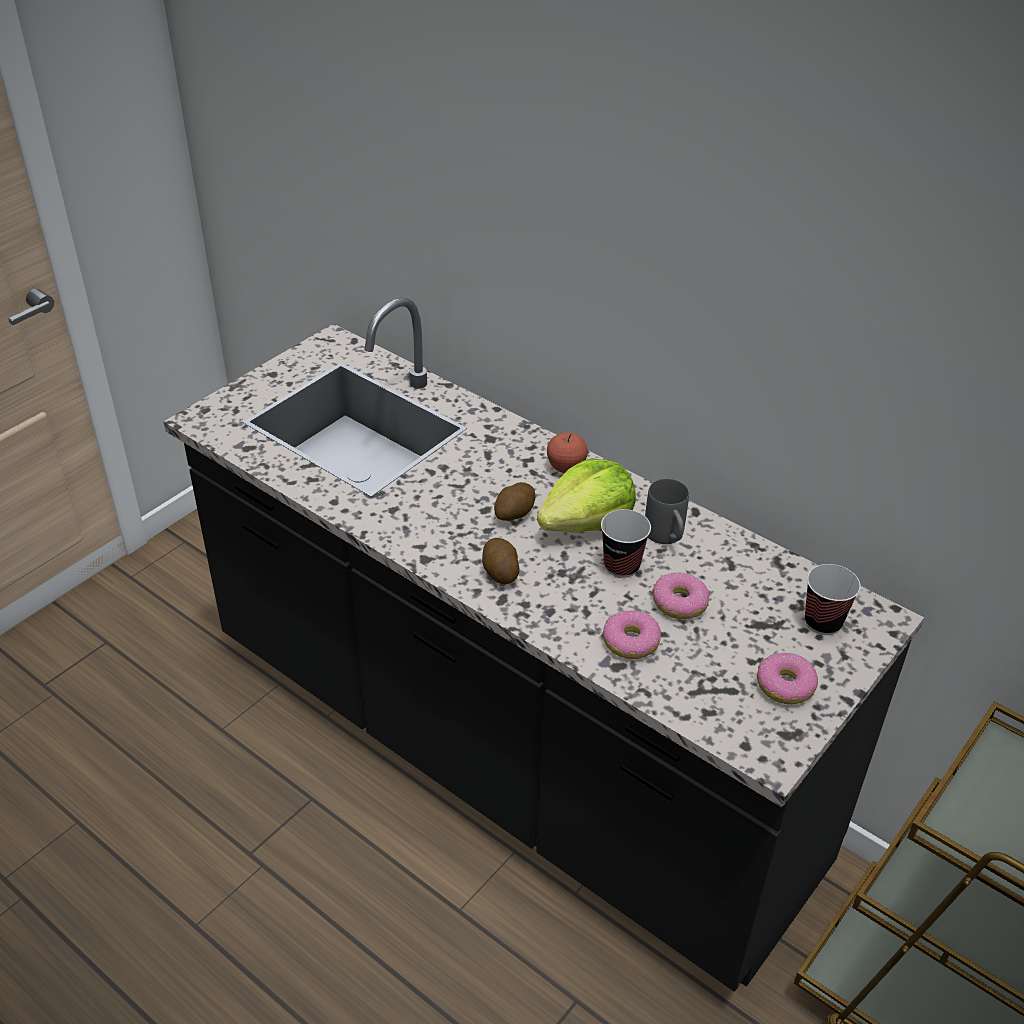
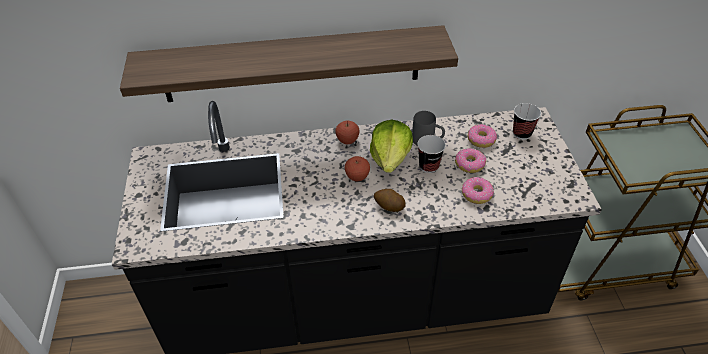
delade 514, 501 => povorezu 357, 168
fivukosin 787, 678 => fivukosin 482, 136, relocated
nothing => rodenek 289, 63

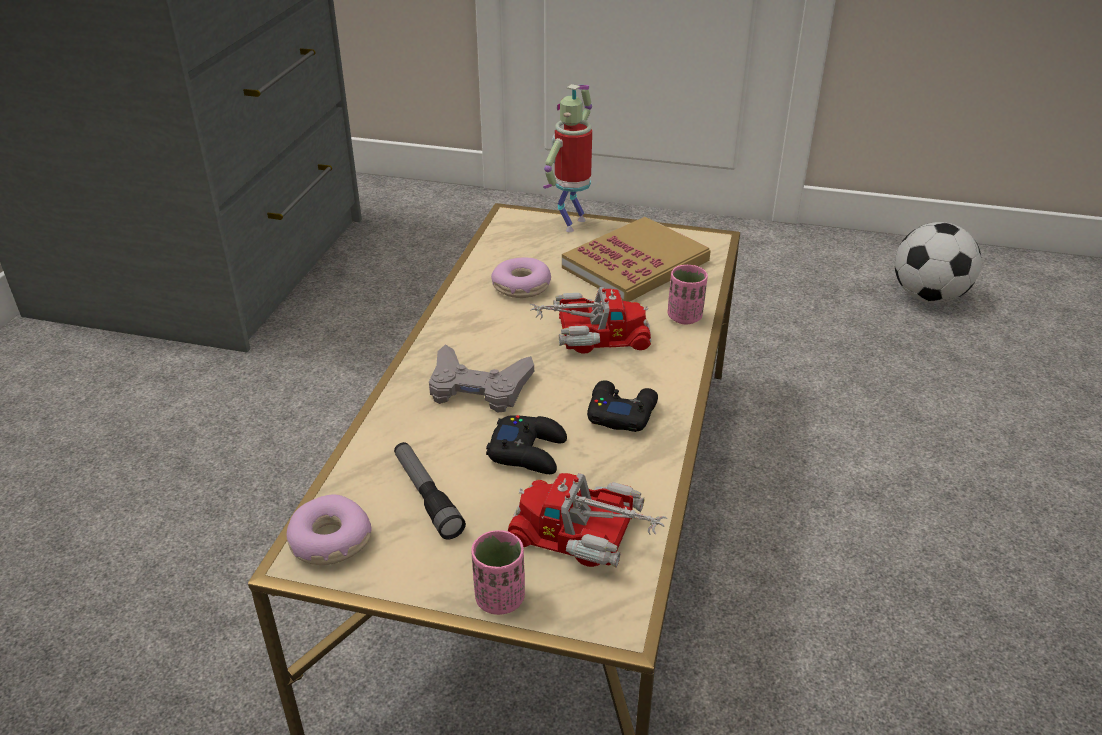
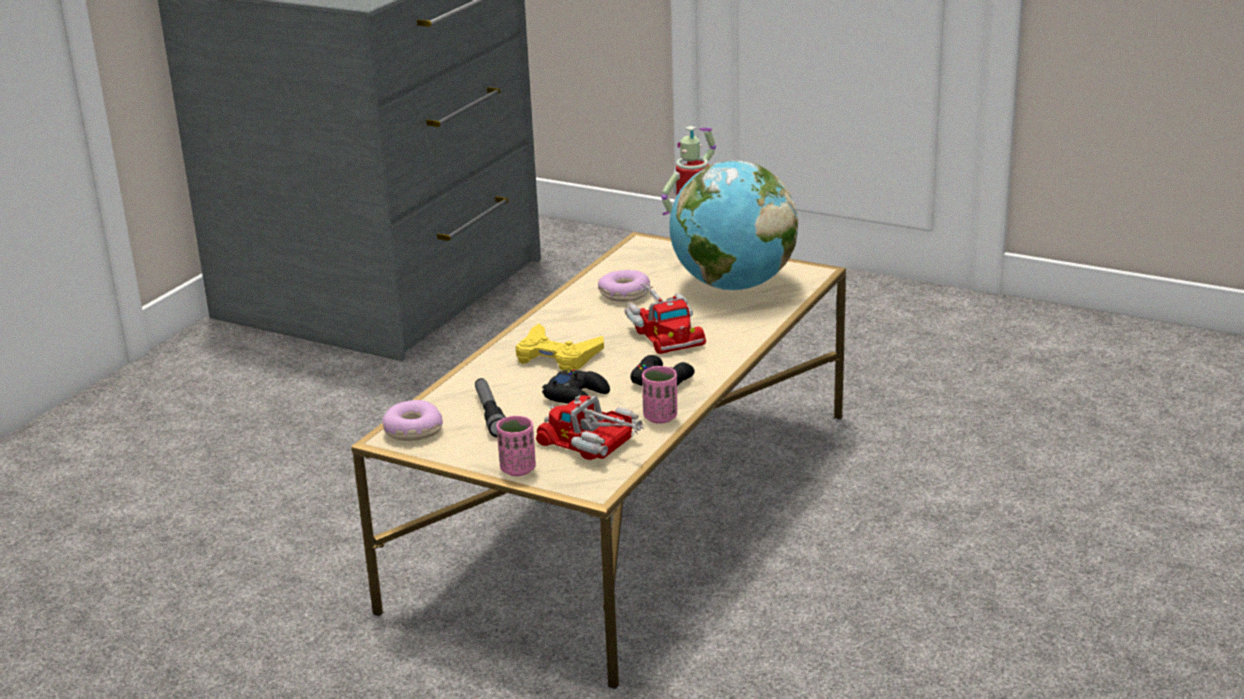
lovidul 636, 259 => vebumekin 733, 225
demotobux 938, 262 => nothing
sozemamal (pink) 688, 294 => sozemamal (pink) 659, 395, relocated
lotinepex 590, 320 => lotinepex 665, 318, 60 degrees clockwise
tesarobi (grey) 481, 378 => tesarobi (yellow) 560, 347

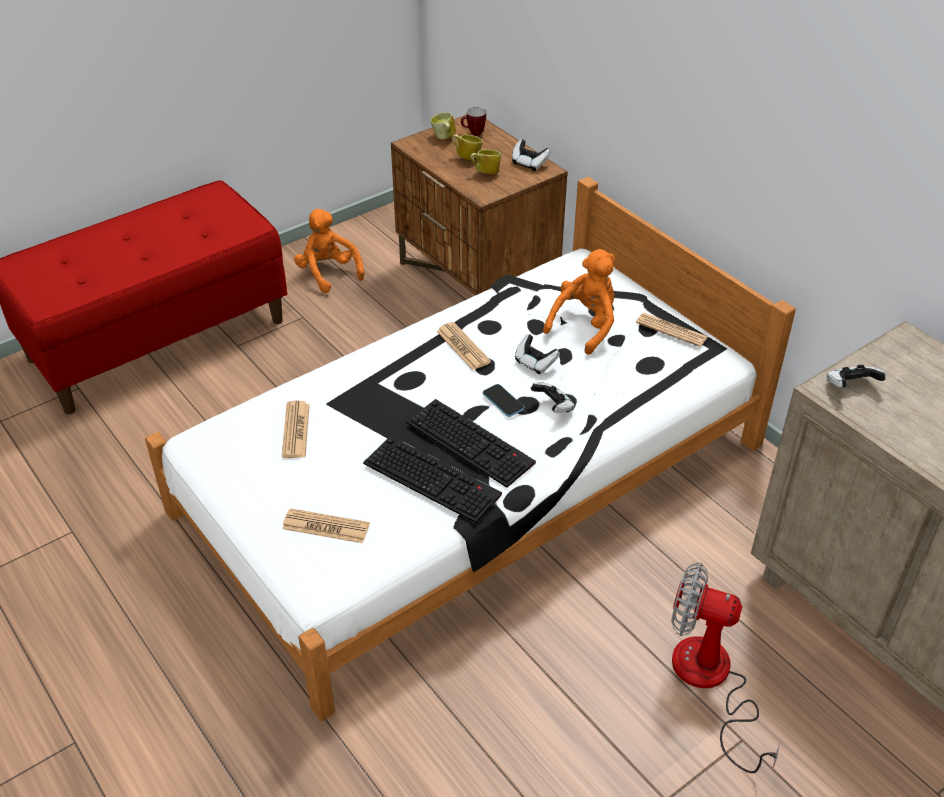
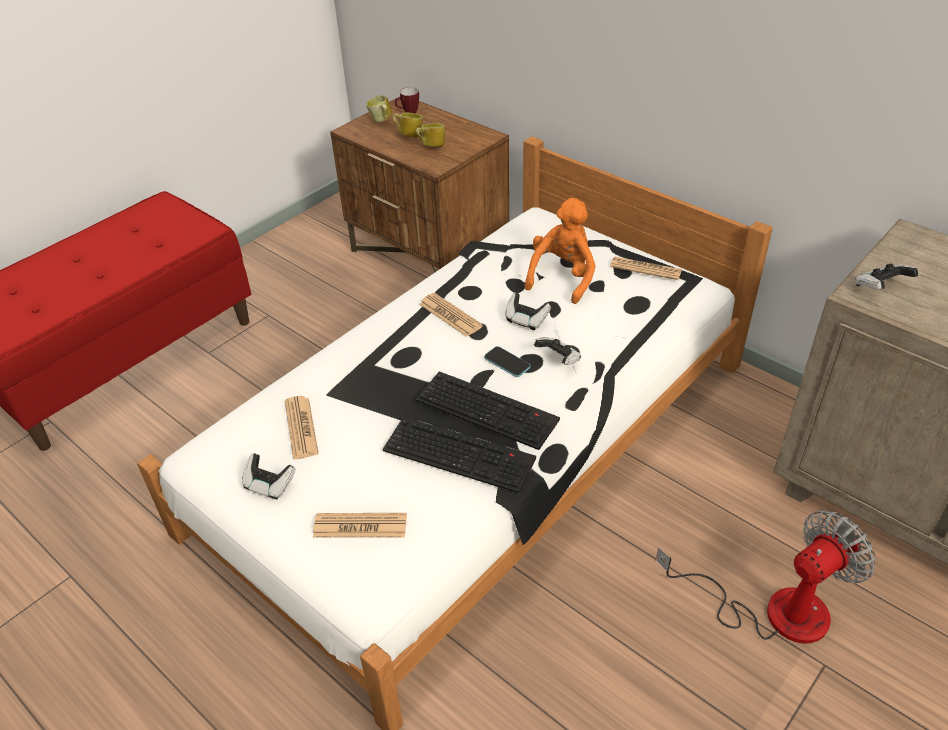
tesarobi 531, 155 => tesarobi 269, 476, relocated
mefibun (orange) 329, 251 => nothing
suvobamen 726, 667 => suvobamen 765, 577, 135 degrees clockwise

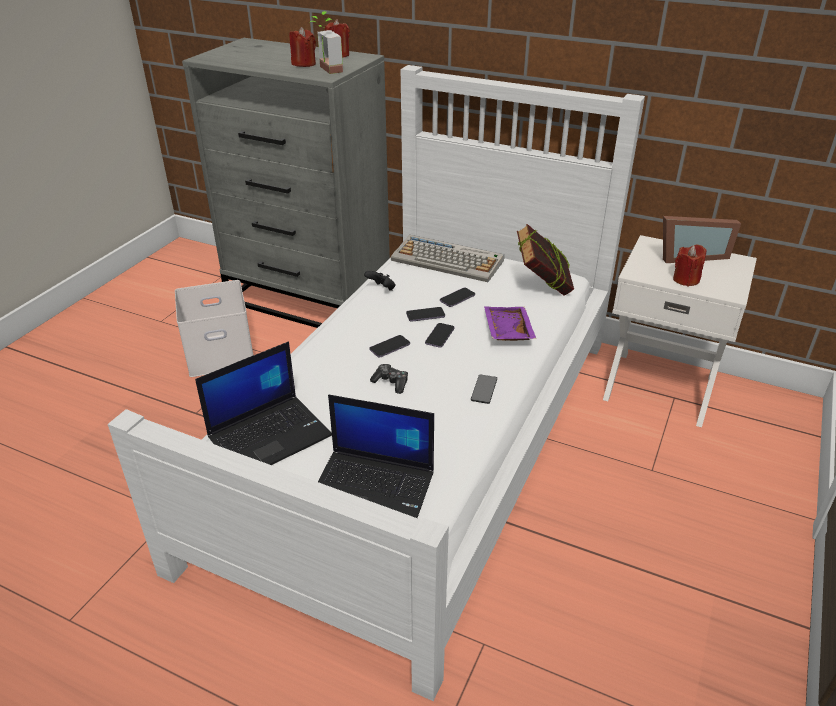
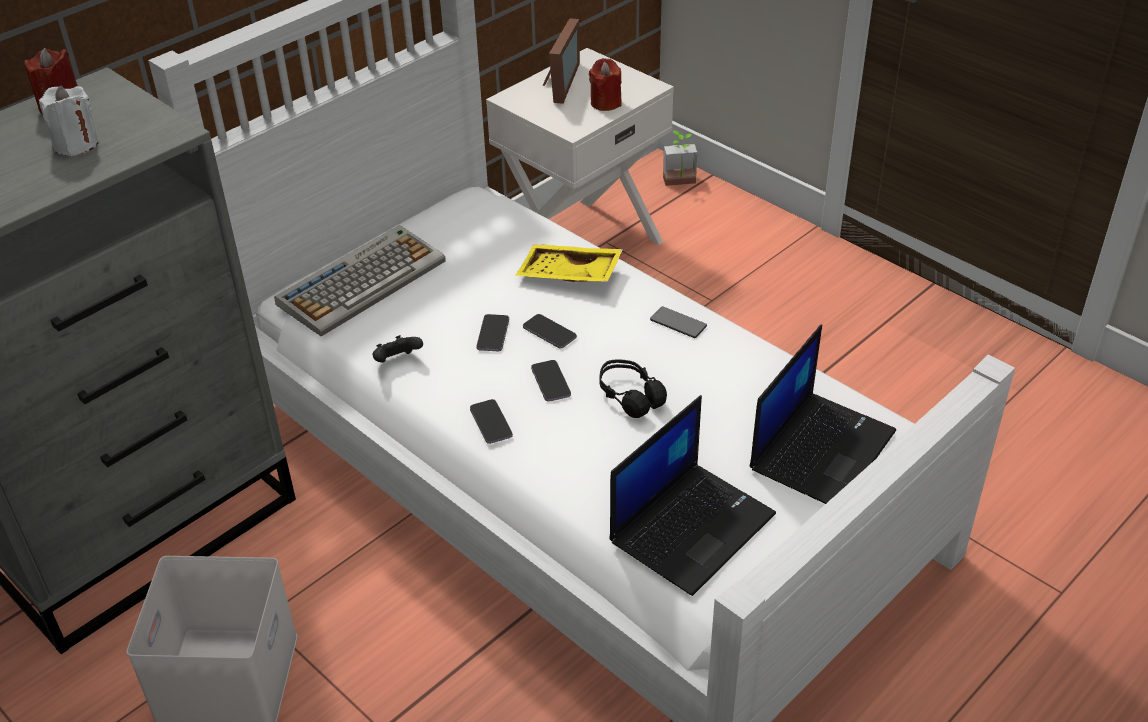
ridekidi 326, 42 => ridekidi 680, 158, relocated
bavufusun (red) 303, 47 => bavufusun (white) 69, 120
lovidul 545, 260 => nothing
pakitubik 457, 297 => pakitubik 491, 421, relocated
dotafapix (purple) 510, 323 => dotafapix (yellow) 569, 263
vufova 263, 403 => vufova 693, 495, 60 degrees clockwise
tesarobi 389, 379 => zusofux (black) 633, 388

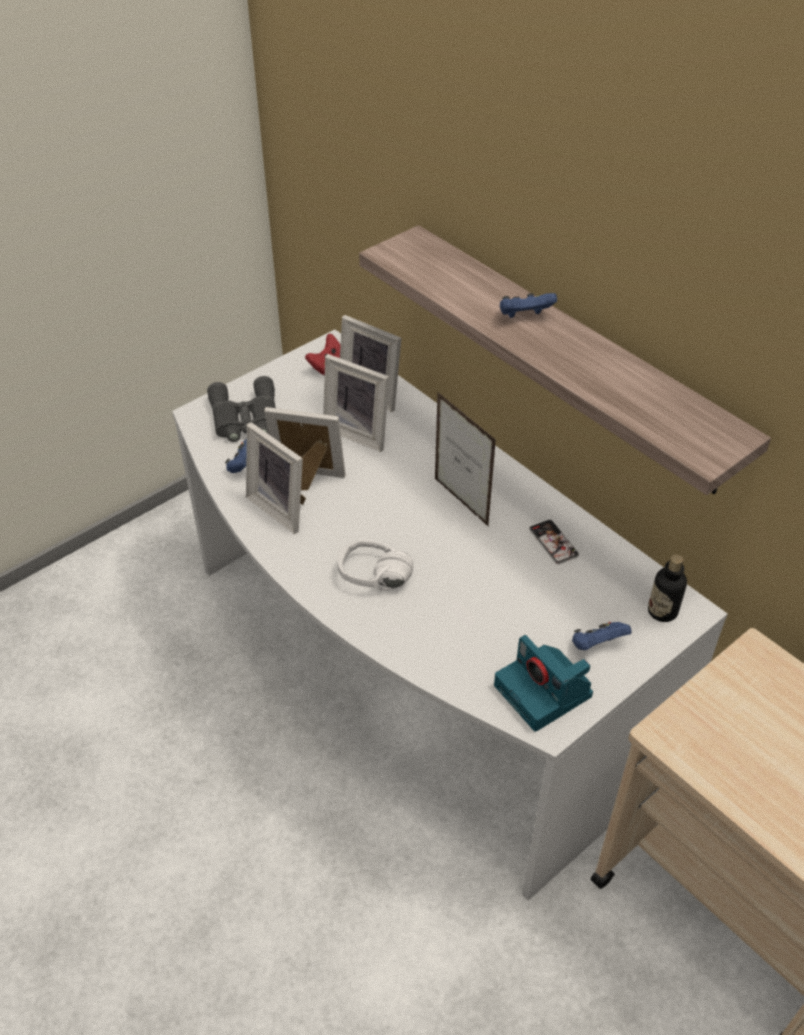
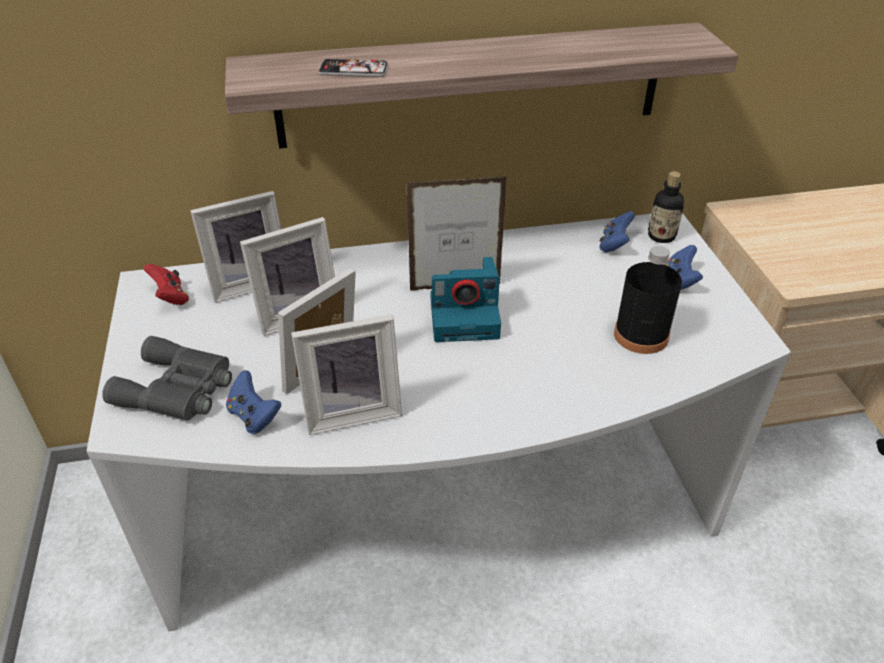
tesarobi (blue) 528, 305 => tesarobi (blue) 617, 231, relocated
pakitubik 554, 542 => pakitubik 353, 66, relocated
zusofux (white) 375, 565 => nothing
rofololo 543, 683 => rofololo 465, 299, relocated
nothing => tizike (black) 648, 300

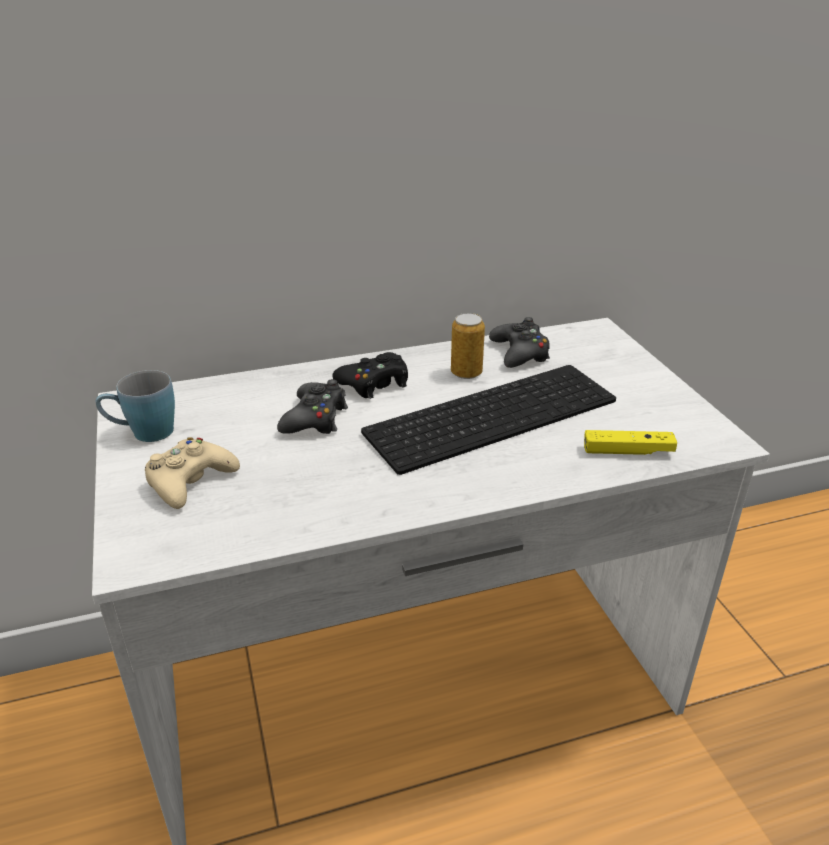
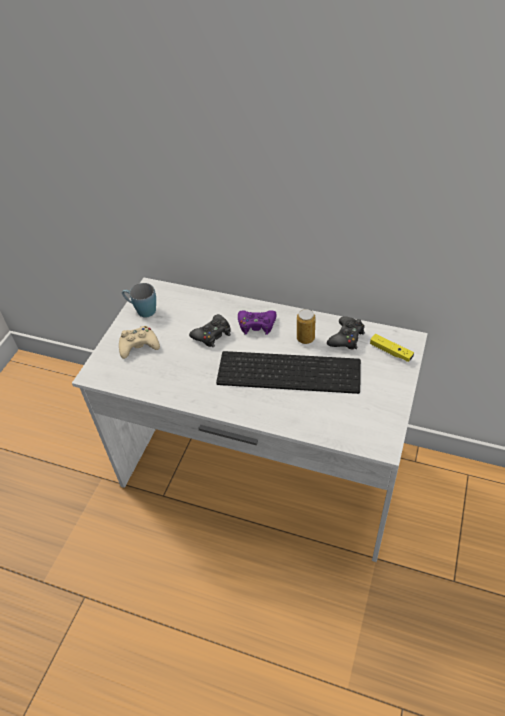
tesarobi (black) 370, 375 => tesarobi (purple) 257, 322
tesarobi (yellow) 630, 442 => tesarobi (yellow) 392, 348, relocated

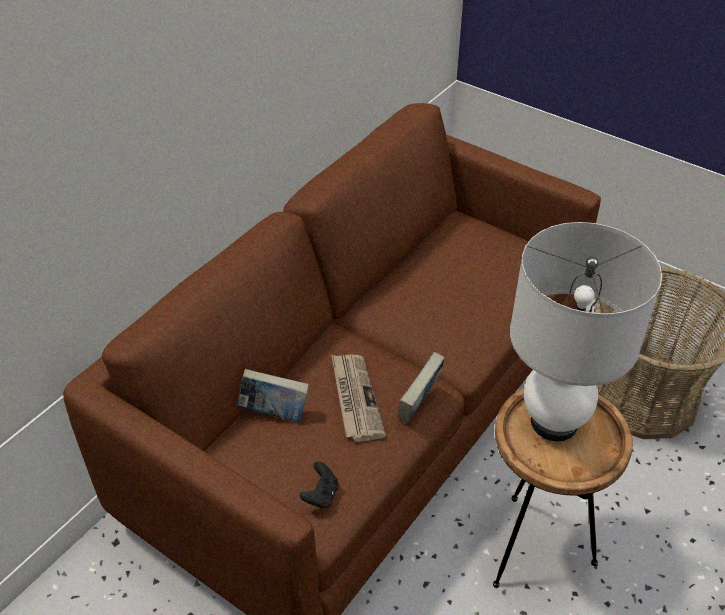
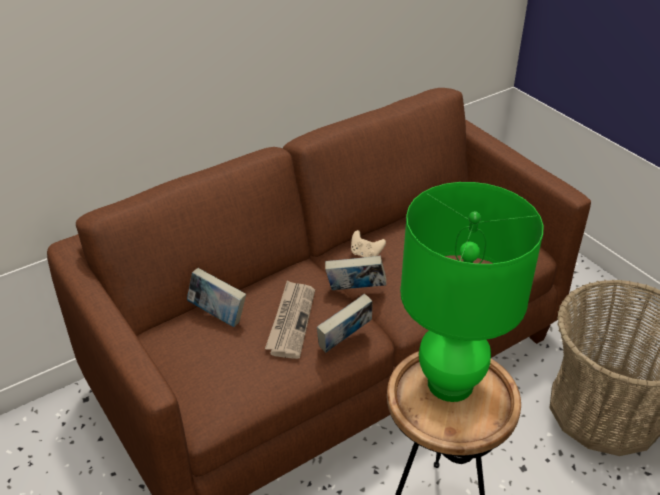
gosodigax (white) 586, 331 => gosodigax (green) 472, 292
tesarobi (black) 319, 485 => nothing
nothing => tesarobi (beige) 368, 243
nothing => lovidul 355, 273

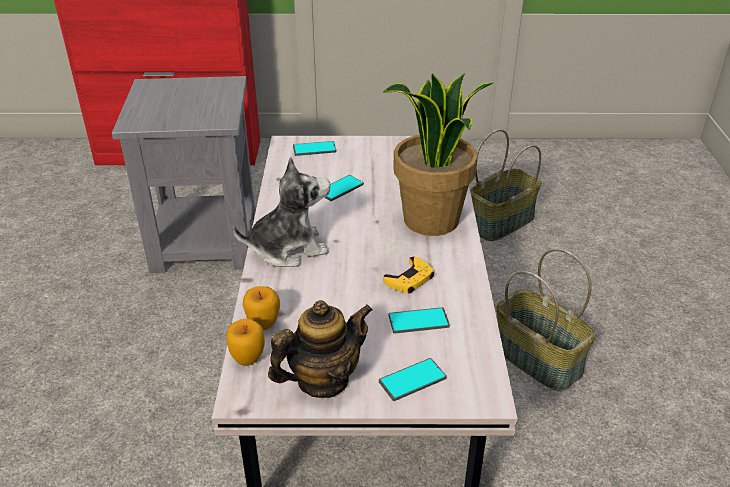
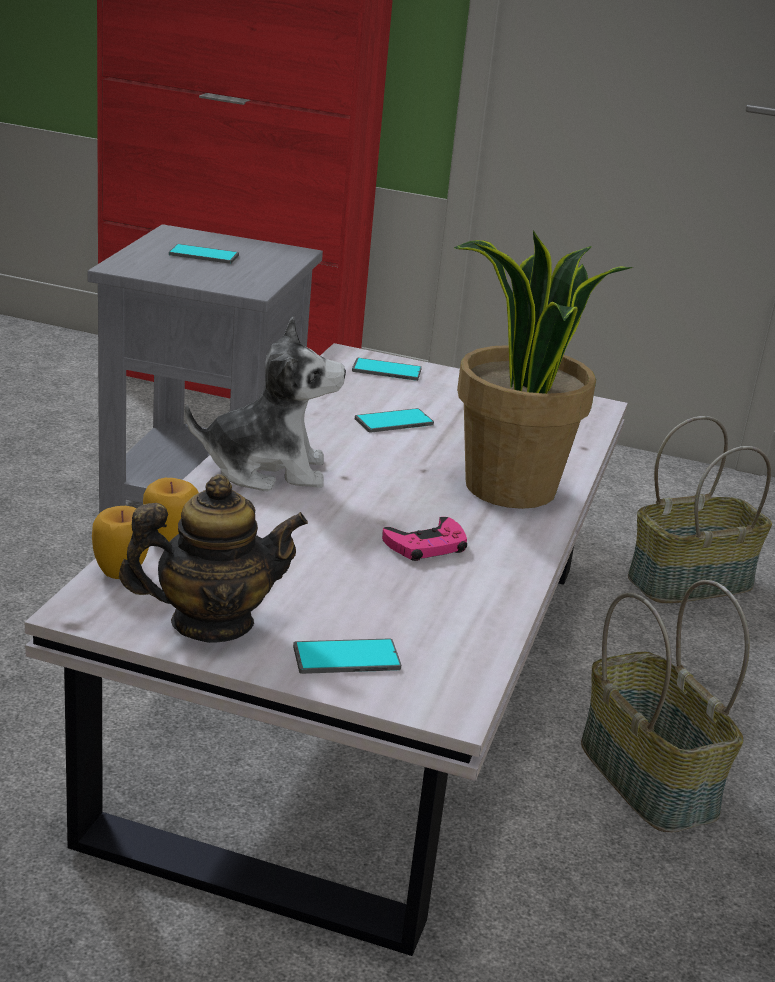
tesarobi (yellow) 408, 274 => tesarobi (pink) 424, 539
pakitubik 419, 320 => pakitubik 204, 254, relocated

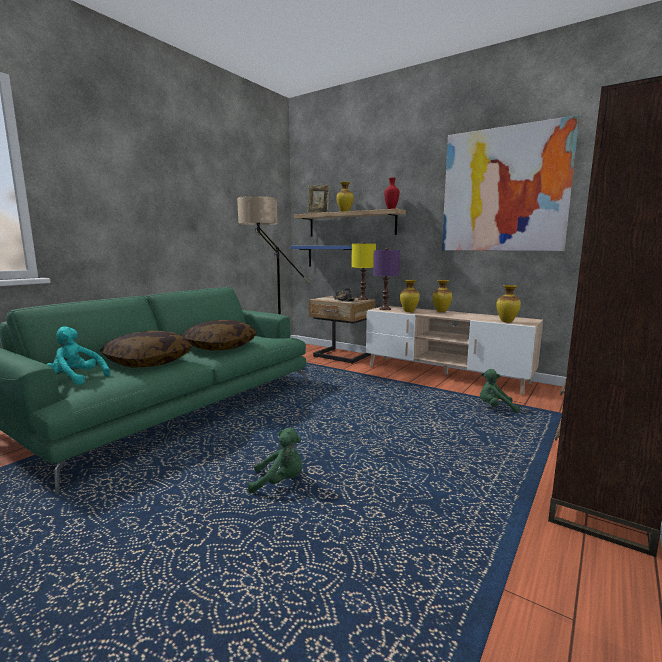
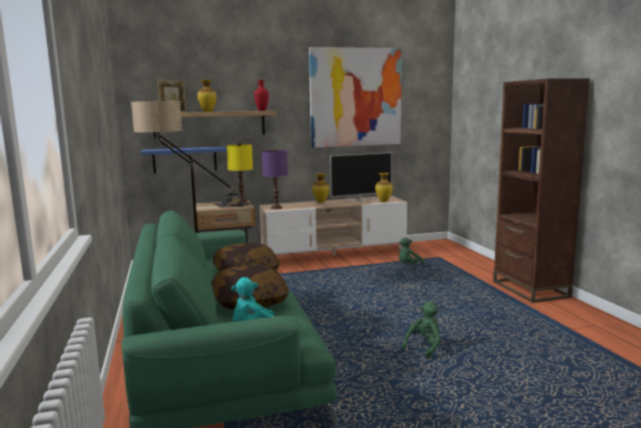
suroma 410, 296 => nothing
nothing => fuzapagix 361, 177

